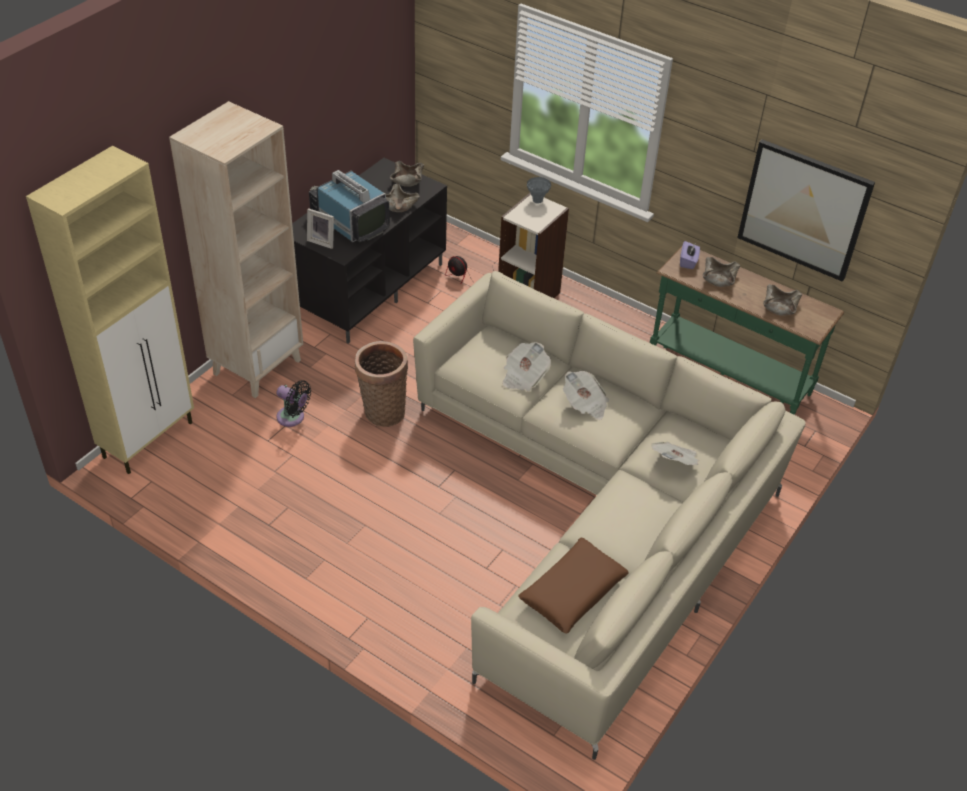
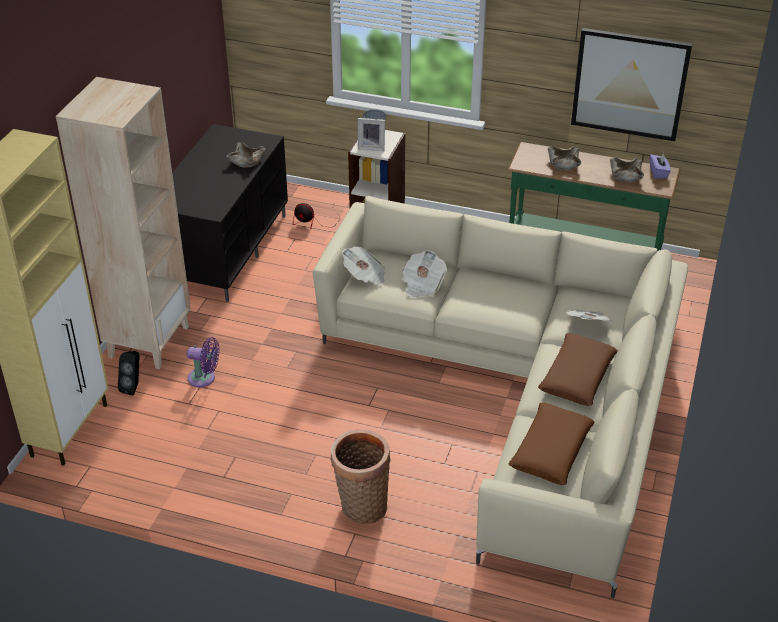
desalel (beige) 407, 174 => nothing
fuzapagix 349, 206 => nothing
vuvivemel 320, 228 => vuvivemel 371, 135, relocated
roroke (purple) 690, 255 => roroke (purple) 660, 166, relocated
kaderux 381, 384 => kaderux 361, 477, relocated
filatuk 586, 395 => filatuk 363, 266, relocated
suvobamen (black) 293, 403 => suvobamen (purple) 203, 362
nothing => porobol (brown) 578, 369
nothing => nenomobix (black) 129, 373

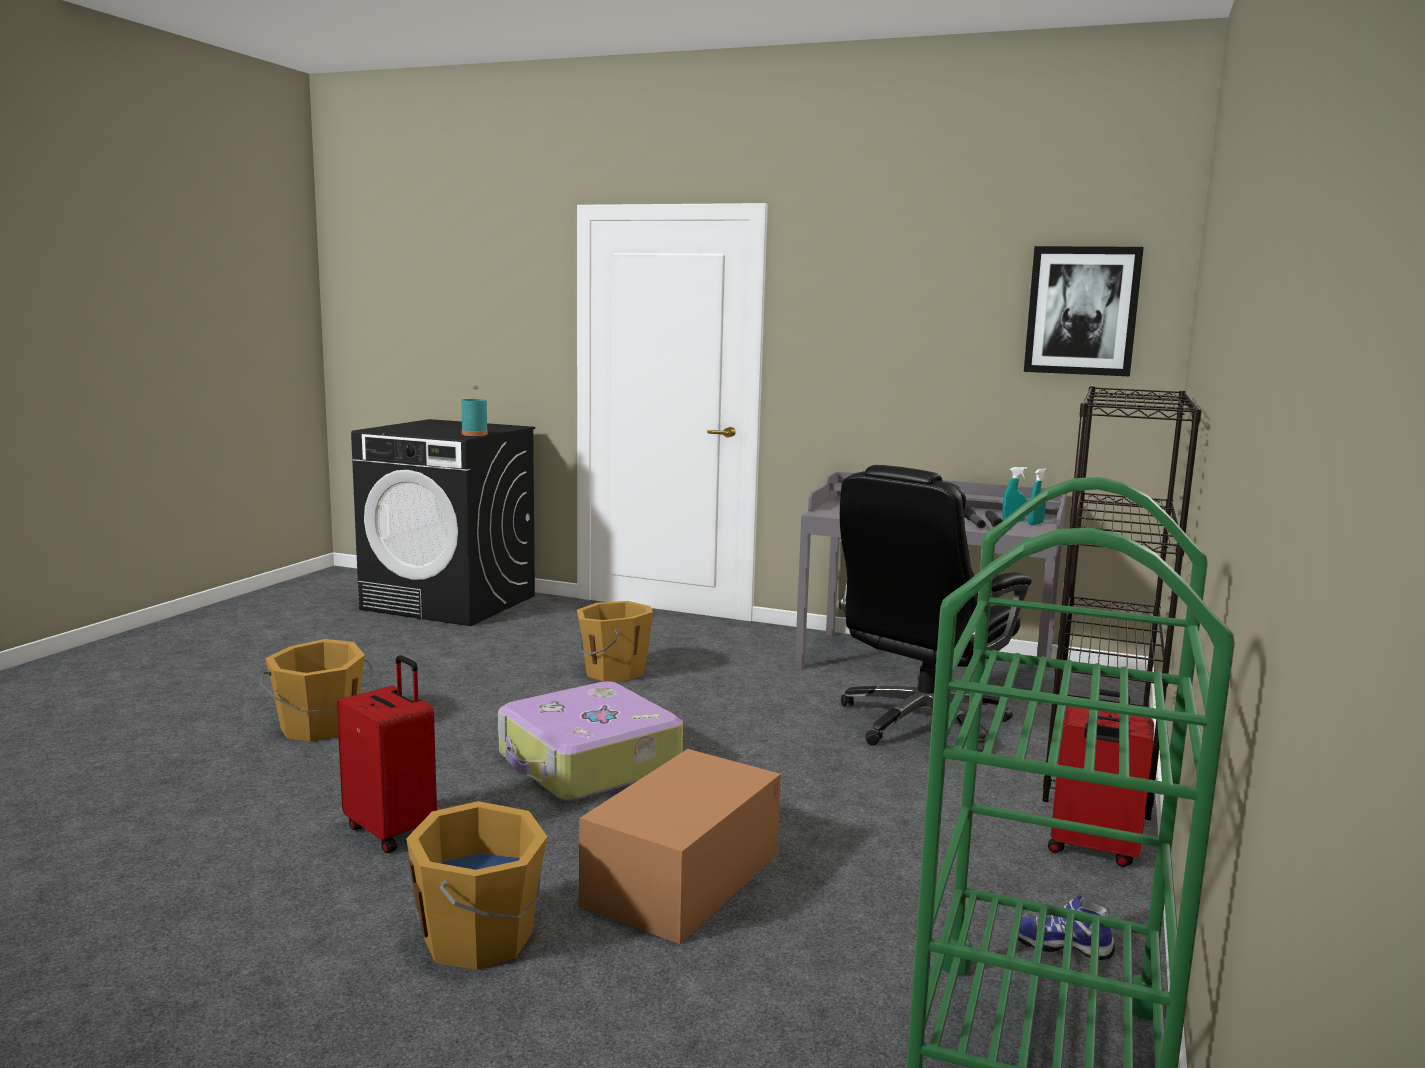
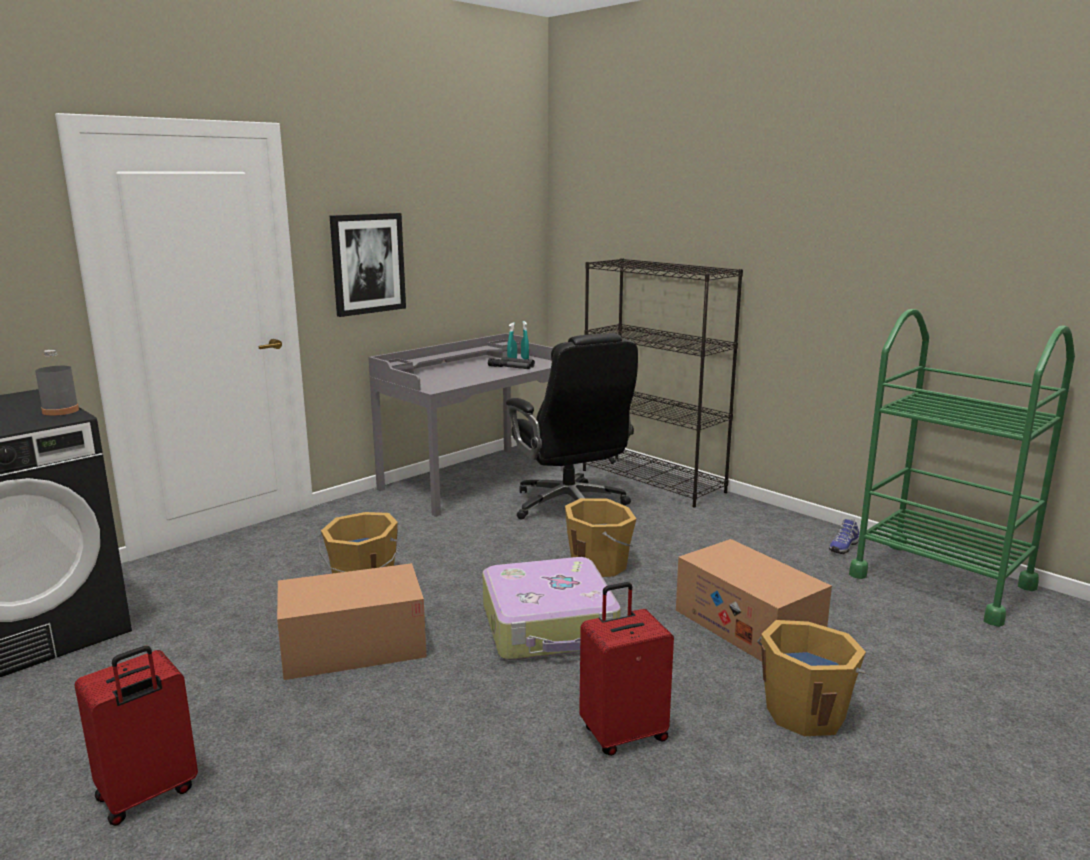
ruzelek 1084, 311 => ruzelek 368, 265, relocated
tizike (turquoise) 474, 410 => tizike (grey) 57, 383
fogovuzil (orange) 316, 690 => fogovuzil (orange) 600, 537, relocated
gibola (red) 1101, 778 => gibola (red) 136, 736, relocated
nothing => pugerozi 352, 621

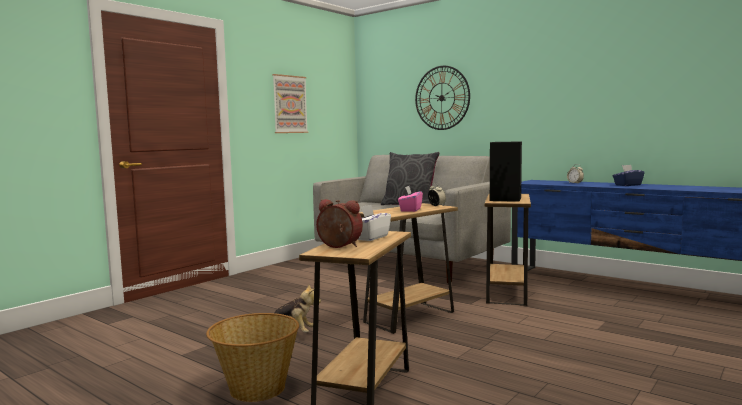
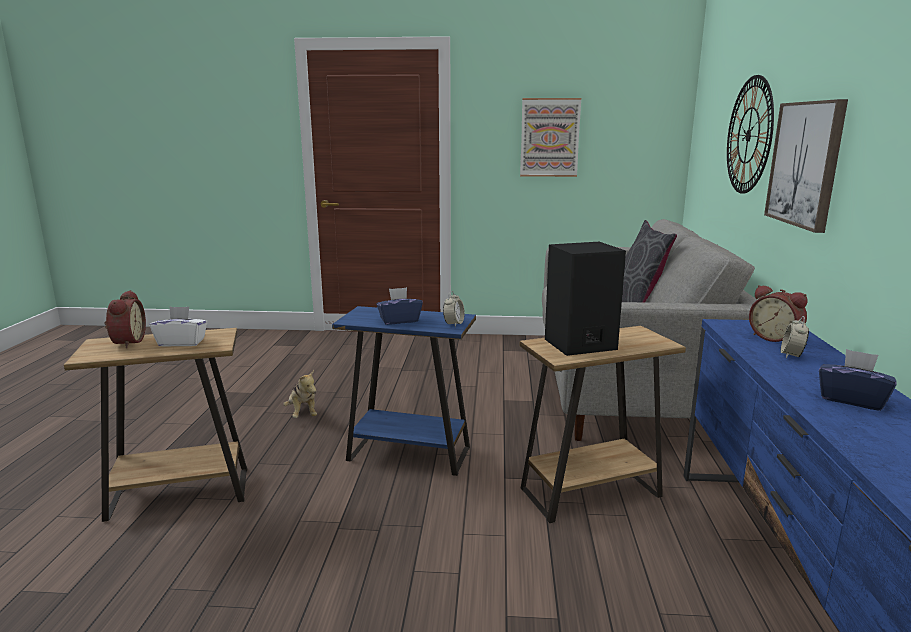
roroke (pink) 410, 199 => roroke (blue) 399, 306
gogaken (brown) 408, 268 => gogaken (blue) 404, 391
kaderux 252, 357 => nothing
nothing => ruzelek 806, 166
nothing => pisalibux 778, 313

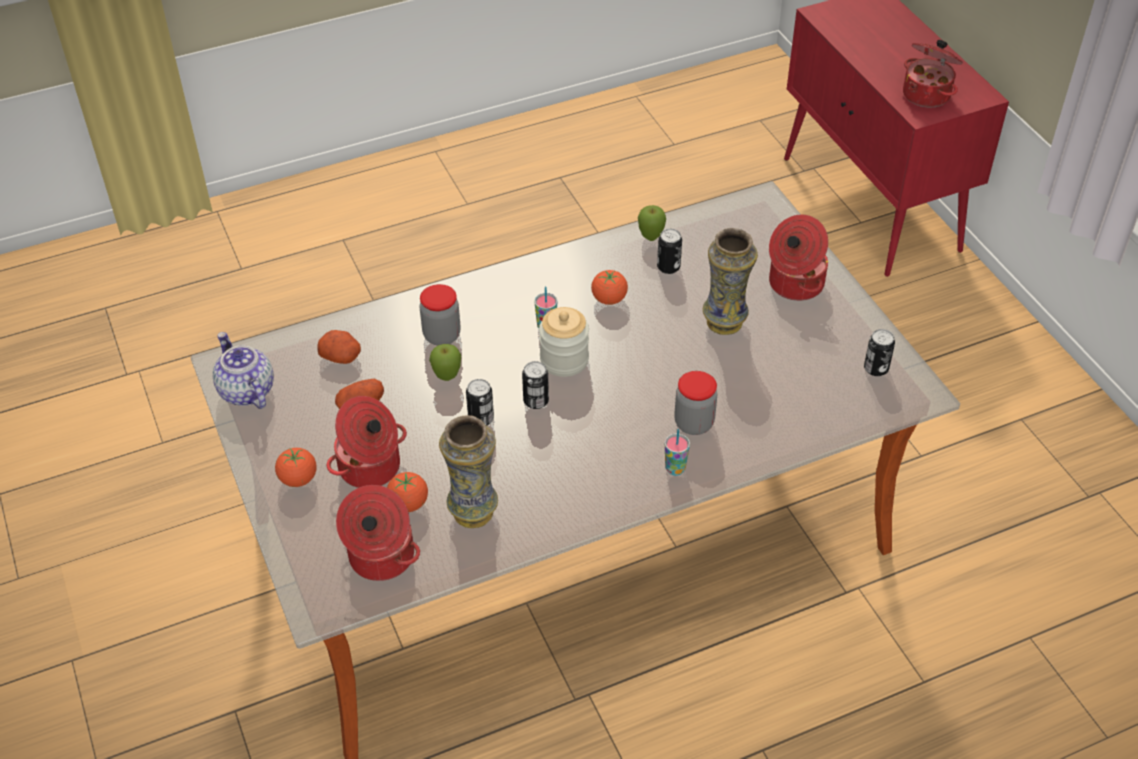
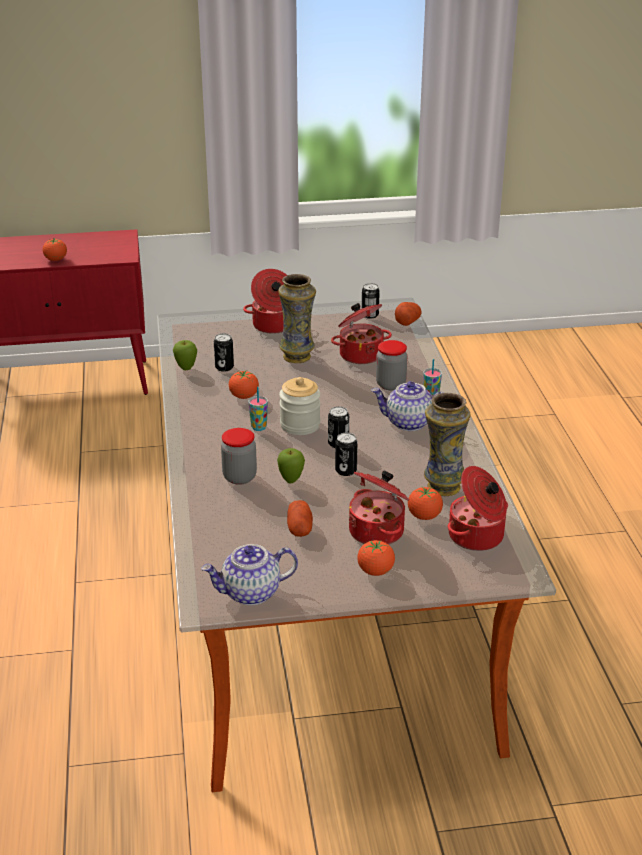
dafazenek 933, 74 => dafazenek 361, 333, relocated
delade 339, 347 => delade 408, 314, relocated
nothing => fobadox 54, 249
nothing => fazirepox 407, 406

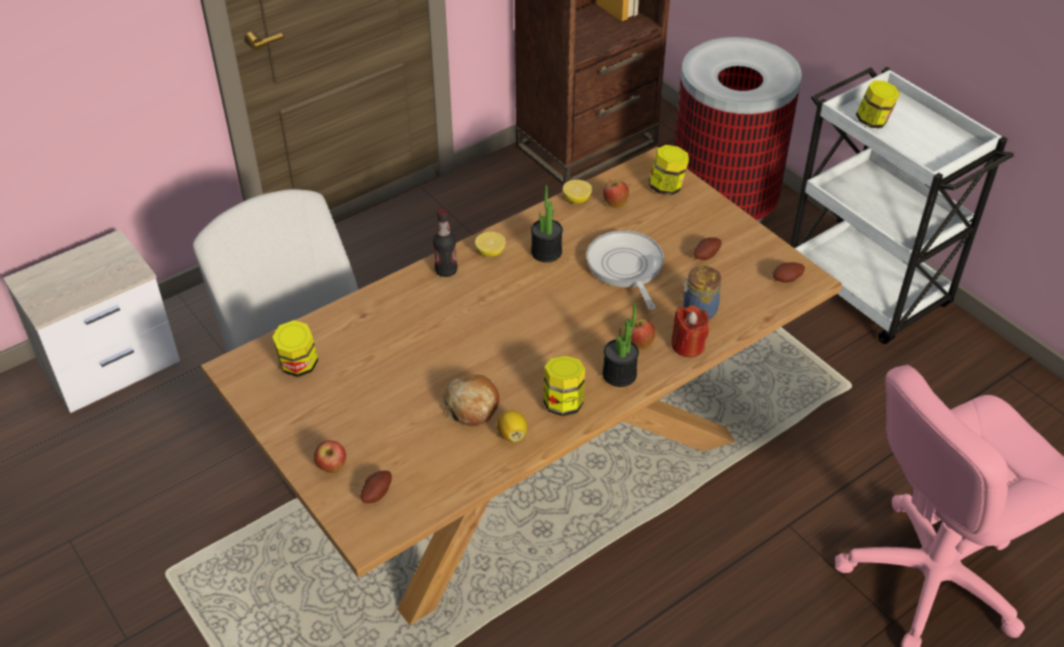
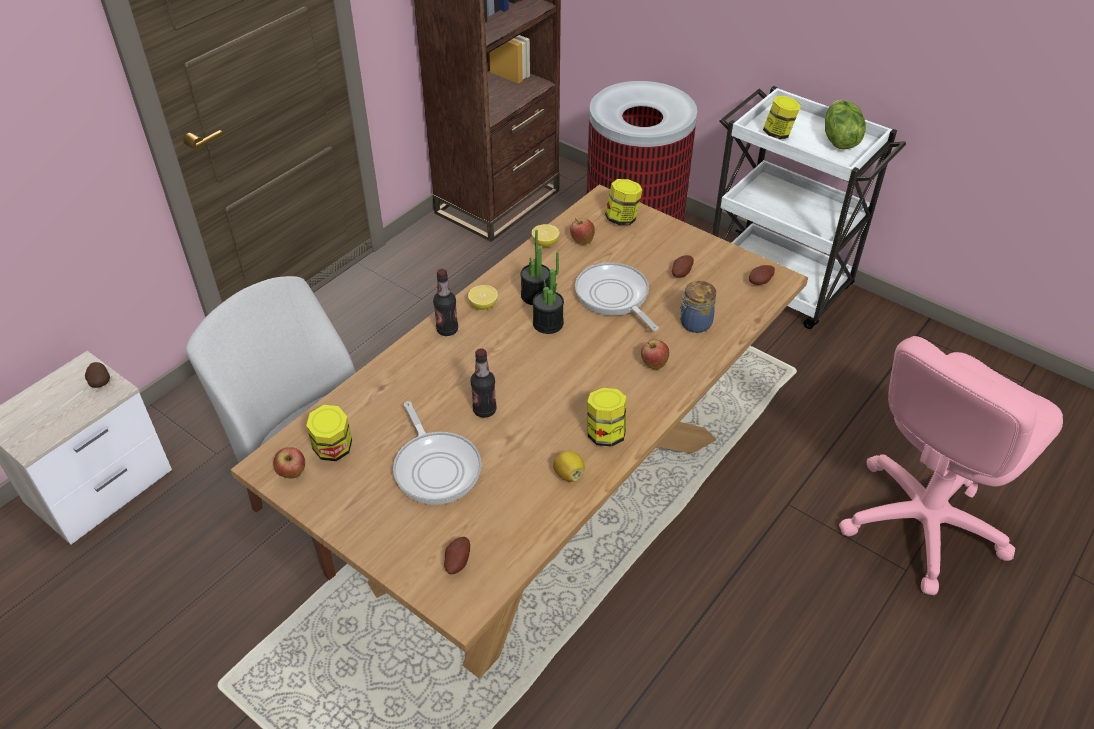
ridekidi 621, 345 => ridekidi 548, 293, relocated
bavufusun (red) 690, 331 => nothing
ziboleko 471, 401 => nothing
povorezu 330, 456 => povorezu 289, 463, relocated
nothing => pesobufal 845, 124
nothing => tizike 484, 383
nothing => delade 97, 375
nothing => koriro 437, 453

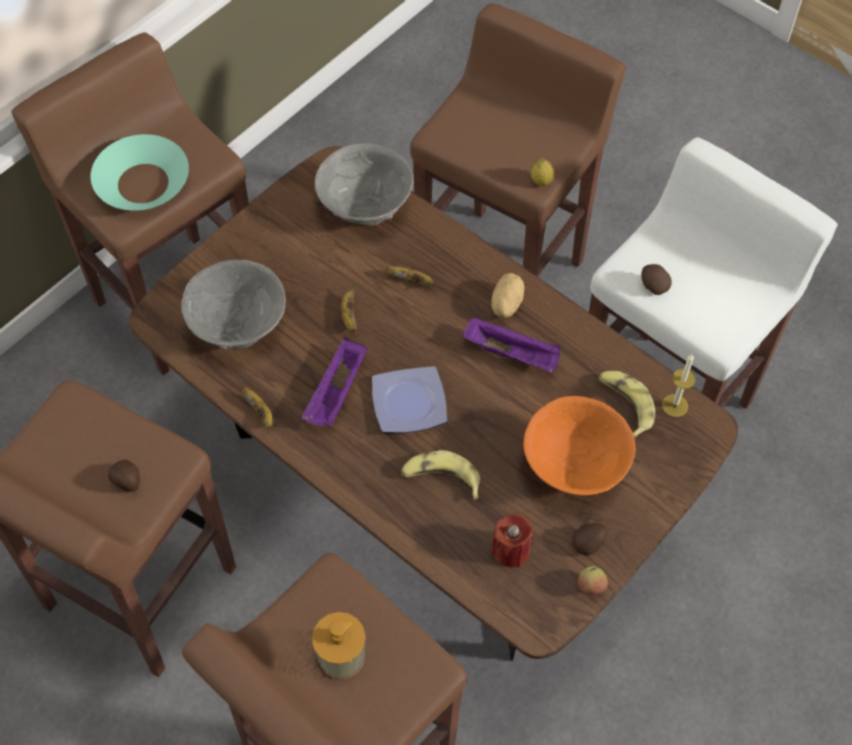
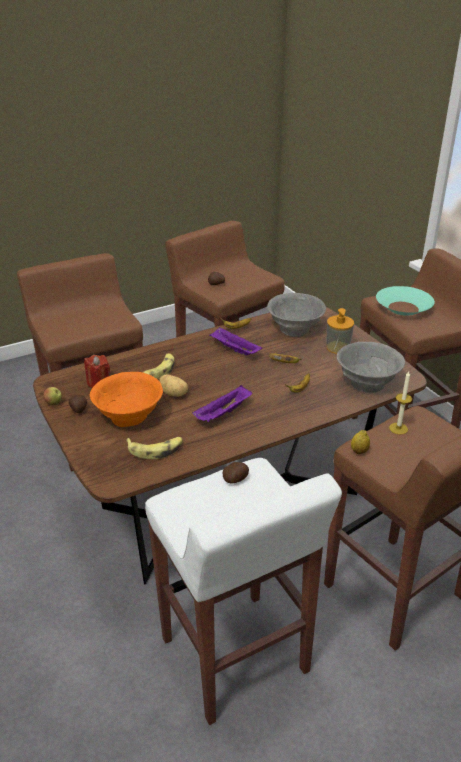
delade 507, 295 => delade 173, 386, relocated
bavufusun 679, 385 => bavufusun 400, 402, relocated
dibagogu 409, 399 => nothing
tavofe 339, 646 => tavofe 340, 331, relocated

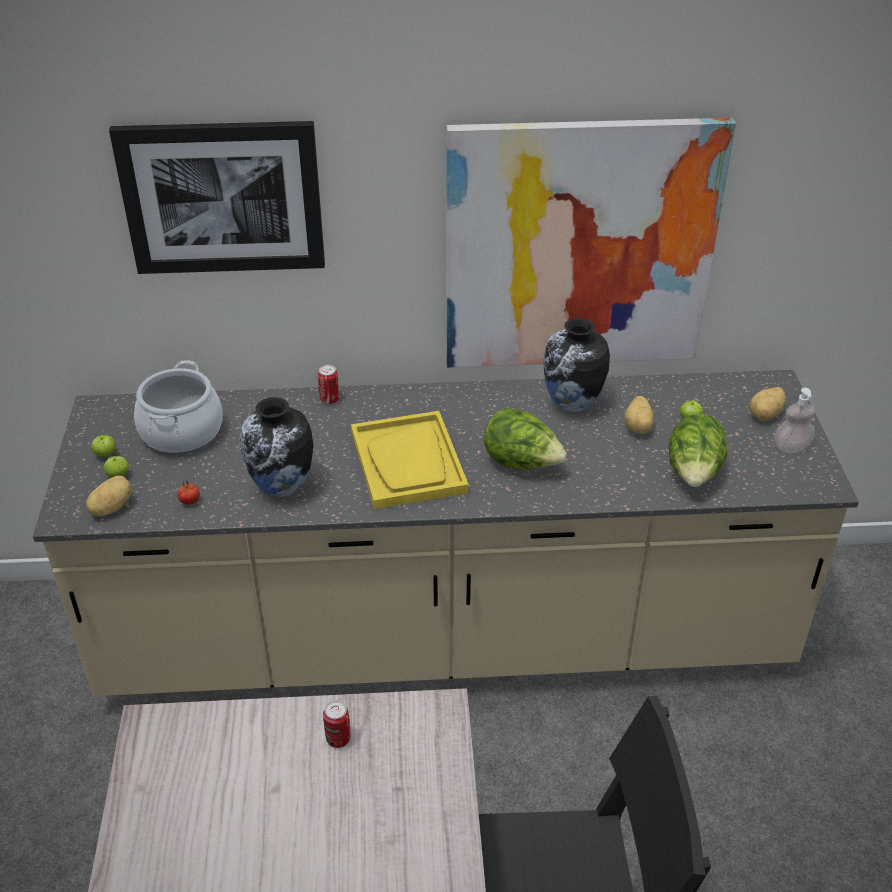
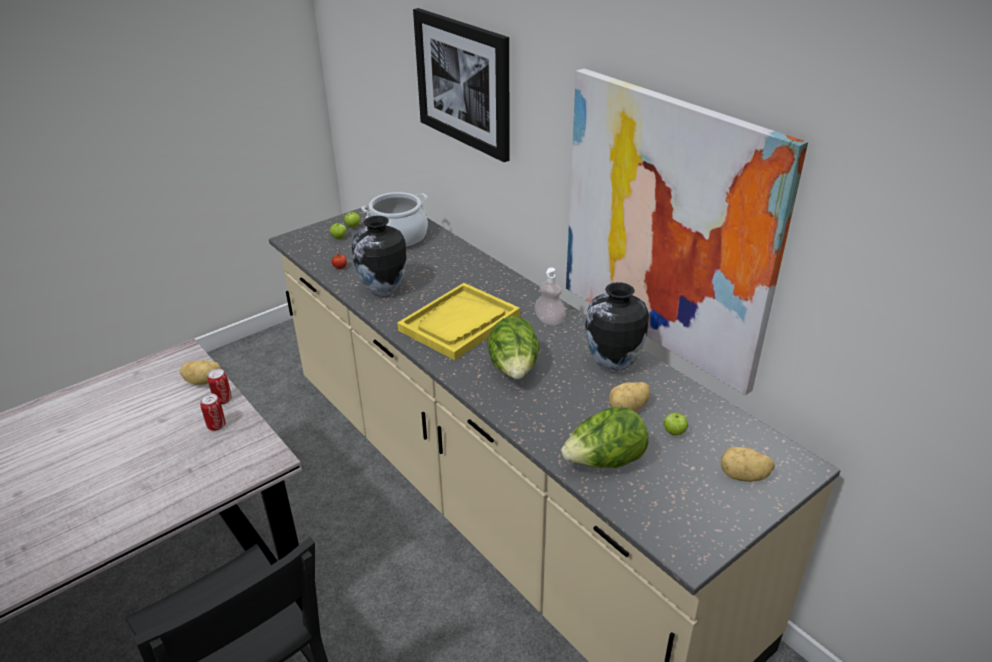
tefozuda 328, 384 => tefozuda 220, 386, relocated
tavofe 794, 420 => tavofe 550, 297, relocated
delade 109, 496 => delade 200, 372, relocated

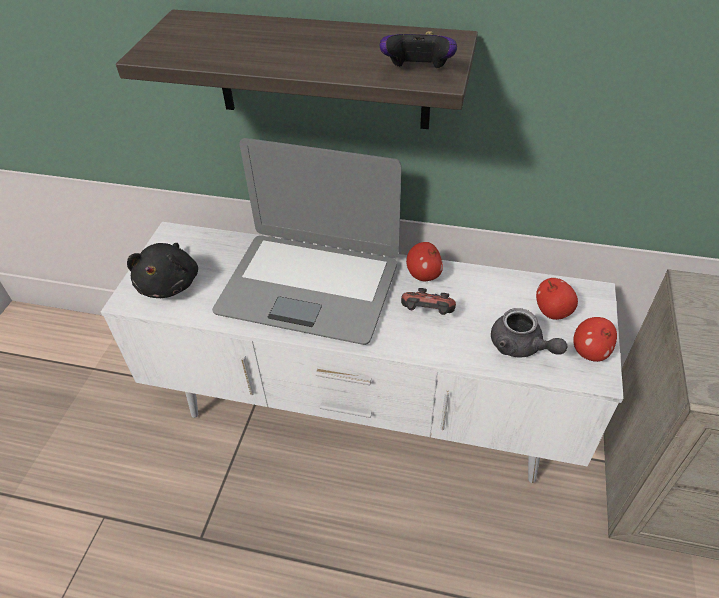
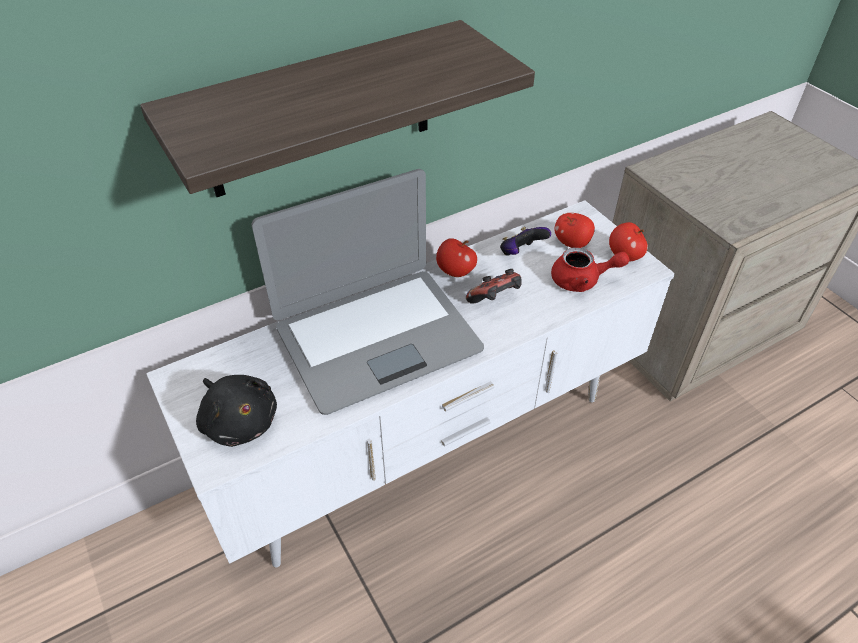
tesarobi 418, 50 => tesarobi 525, 241, relocated
fazirepox (grey) 529, 333 => fazirepox (red) 590, 269

